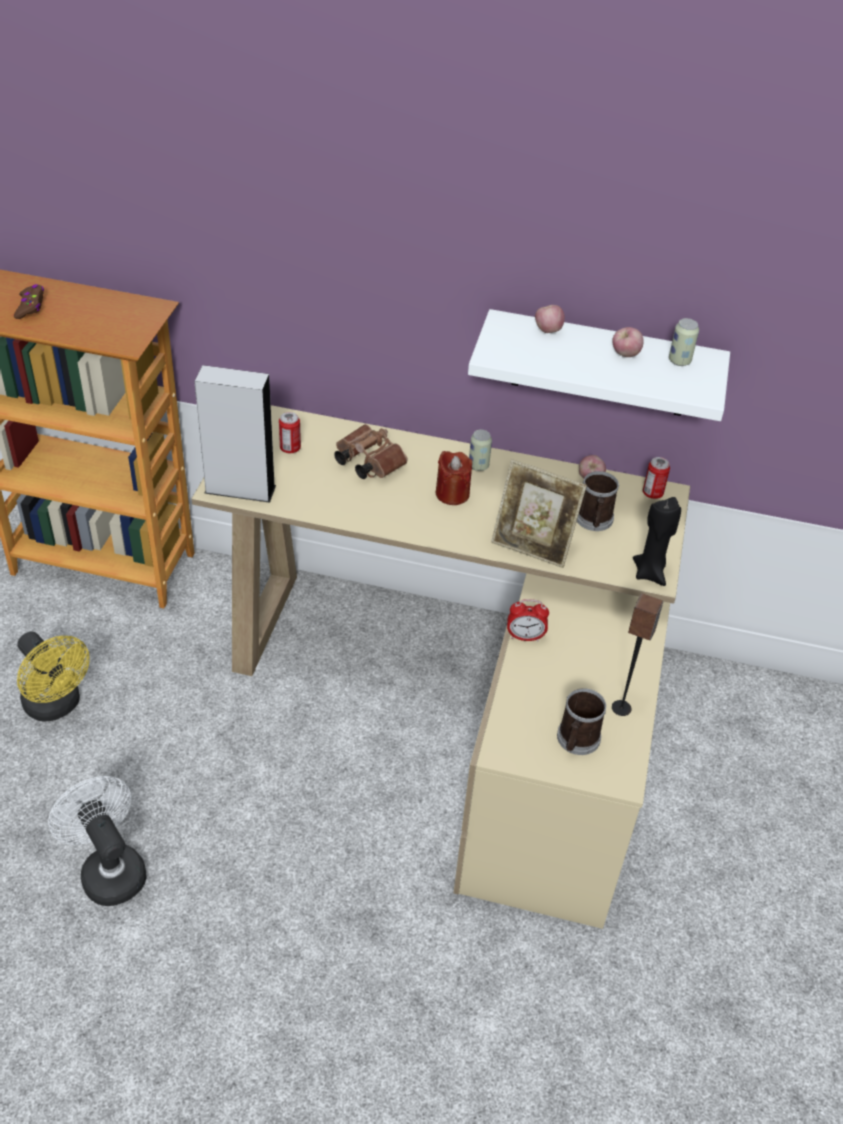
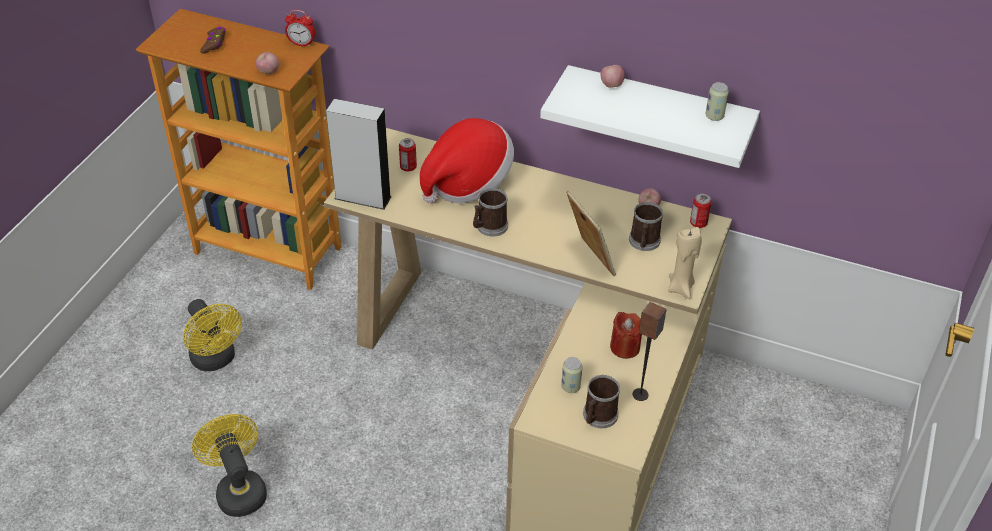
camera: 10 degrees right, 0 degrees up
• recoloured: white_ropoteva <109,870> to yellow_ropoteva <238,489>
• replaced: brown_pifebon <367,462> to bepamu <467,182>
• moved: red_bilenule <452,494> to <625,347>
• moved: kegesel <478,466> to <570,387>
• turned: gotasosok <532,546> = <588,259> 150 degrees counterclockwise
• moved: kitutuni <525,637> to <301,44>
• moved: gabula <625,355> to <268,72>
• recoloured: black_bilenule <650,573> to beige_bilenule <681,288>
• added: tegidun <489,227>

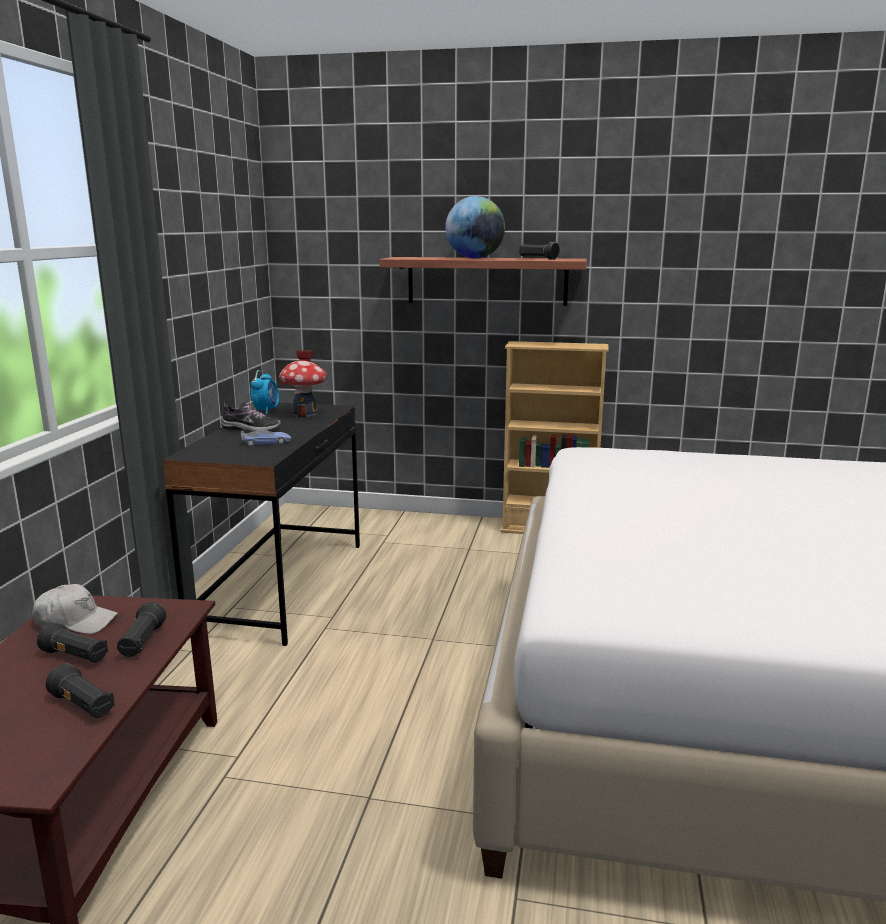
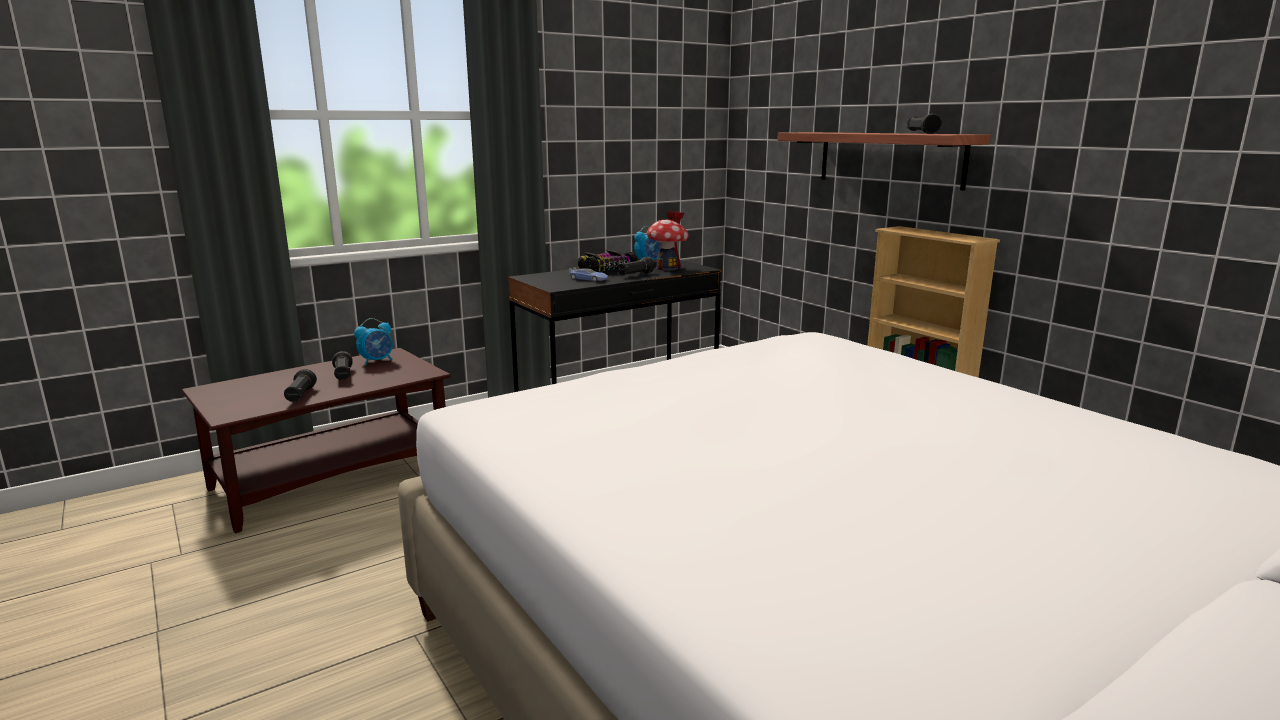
camera: 45 degrees right, 0 degrees up
• replaced: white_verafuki <75,621> to kitutuni <377,361>
• moved: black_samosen <142,642> to <635,275>
• replaced: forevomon <251,429> to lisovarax <605,270>
• removed: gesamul <474,258>

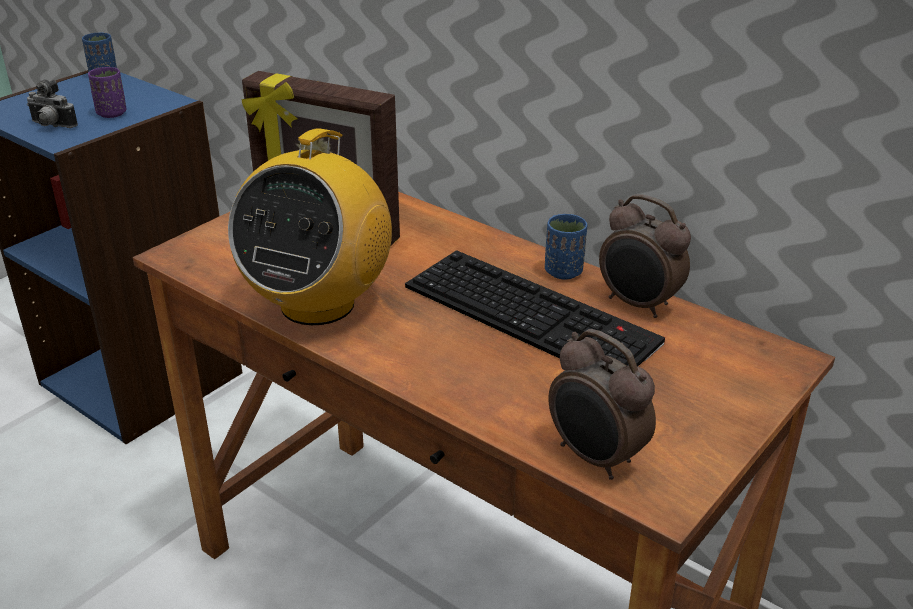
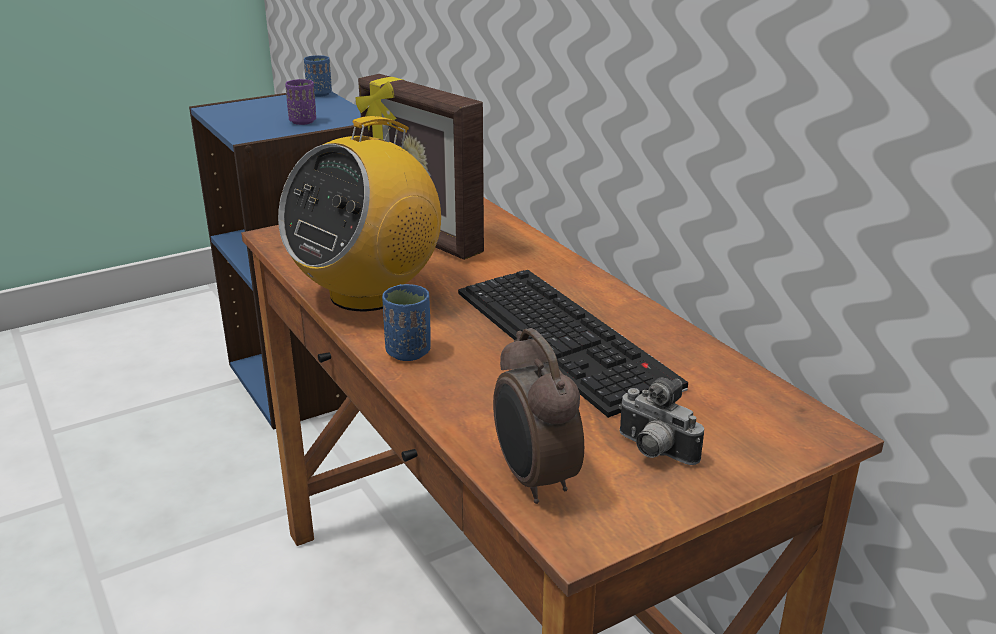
camera: 20 degrees right, 5 degrees down
• moved: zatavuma <51,126> to <653,452>
• moved: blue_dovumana <563,272> to <408,352>
• removed: kitutuni <638,305>

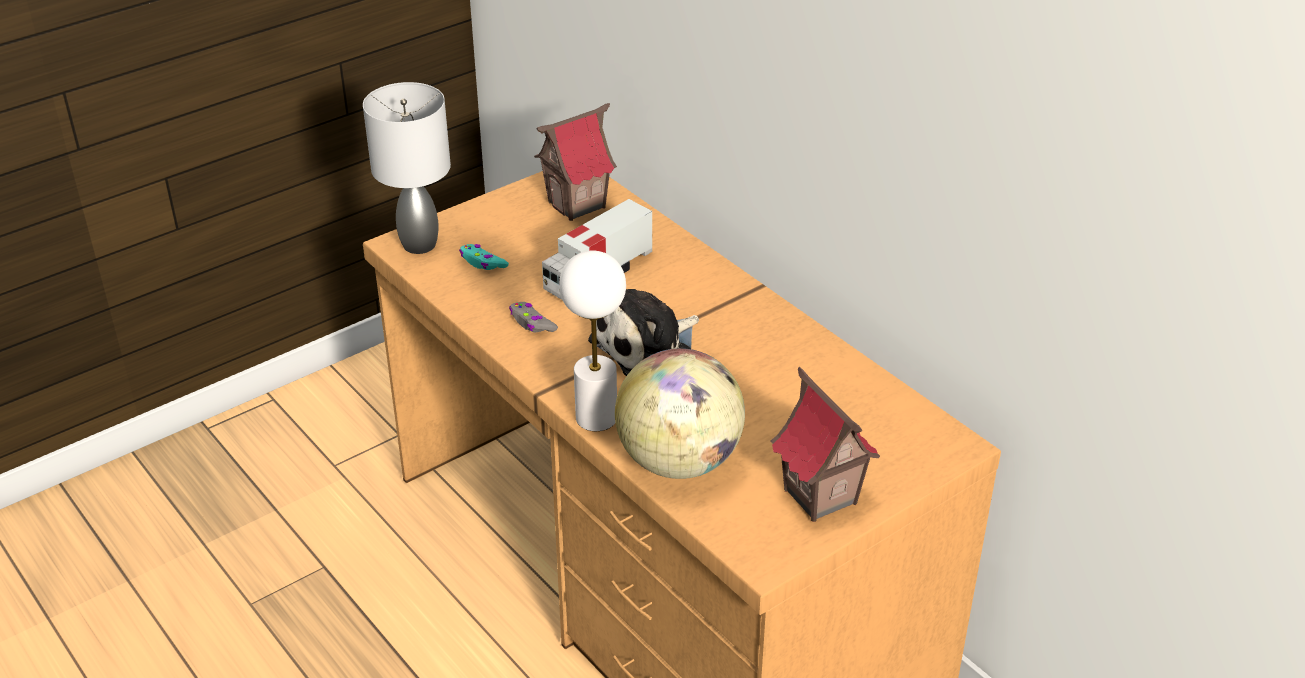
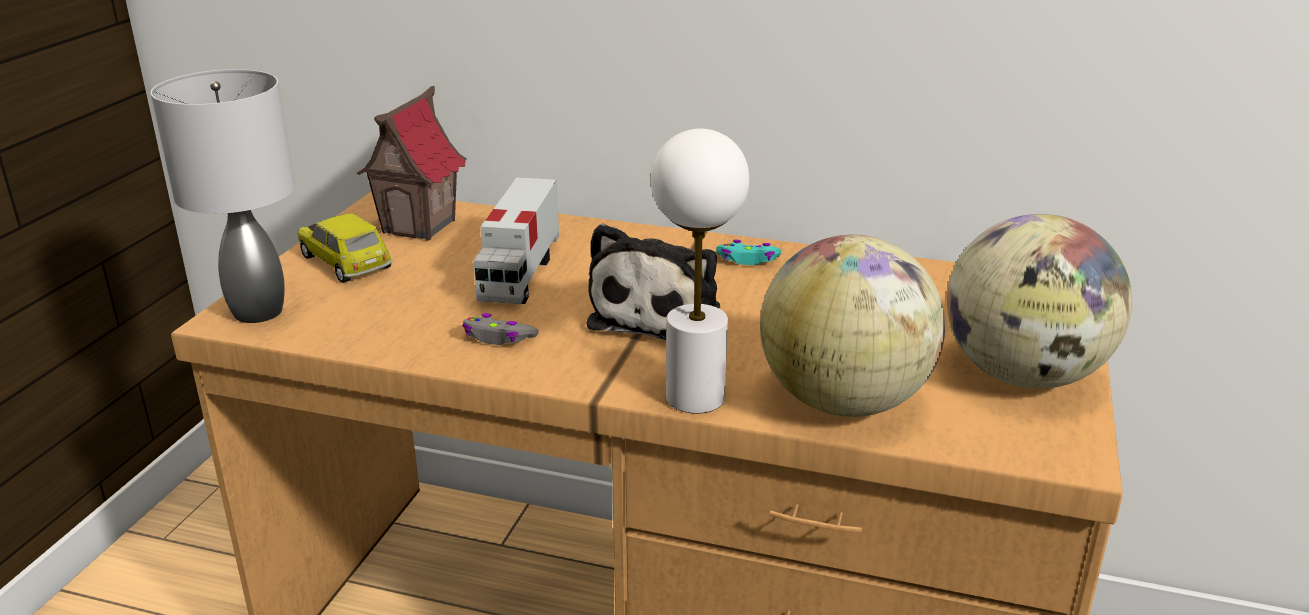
camera: 35 degrees left, 10 degrees down
• moved: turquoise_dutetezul <482,263> to <748,260>
• replaced: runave <819,497> to gesamul <1023,376>
• added: lisovarax <347,262>

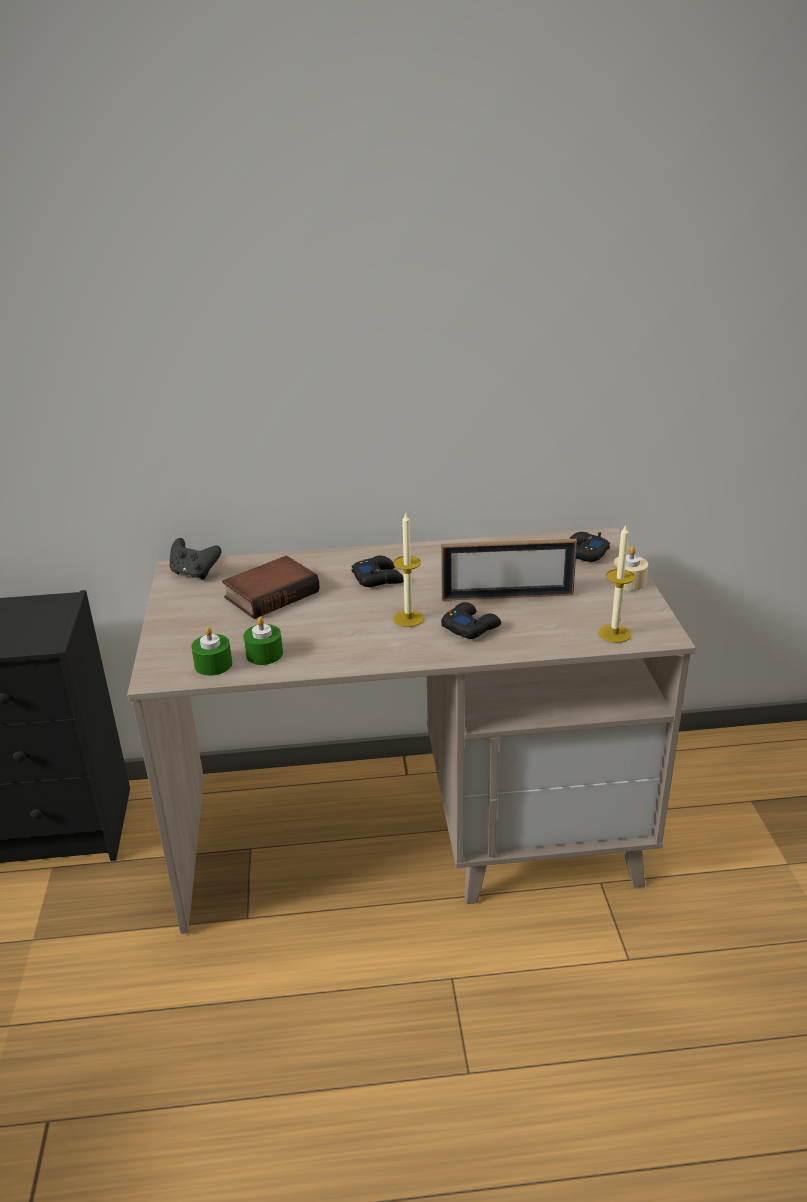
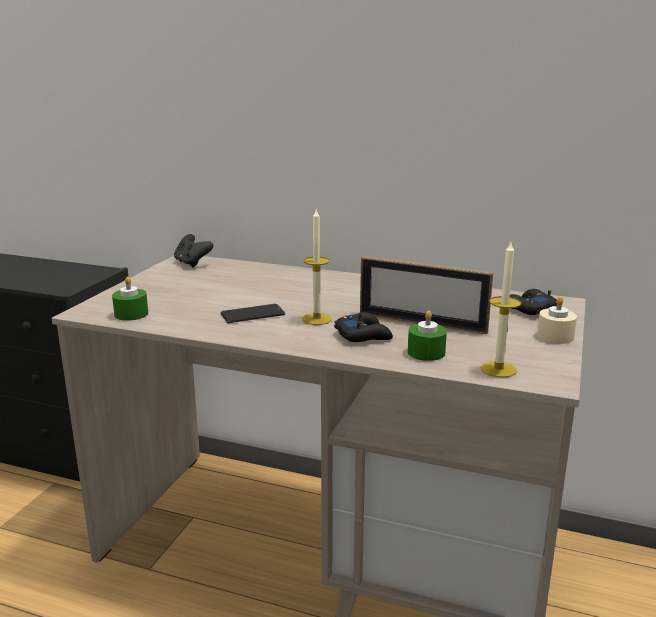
camera: 25 degrees right, 10 degrees down
• removed: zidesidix <271,593>
• moved: green_bilenule <264,654> to <426,352>
• removed: black_dutetezul <378,578>
• added: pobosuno <252,314>

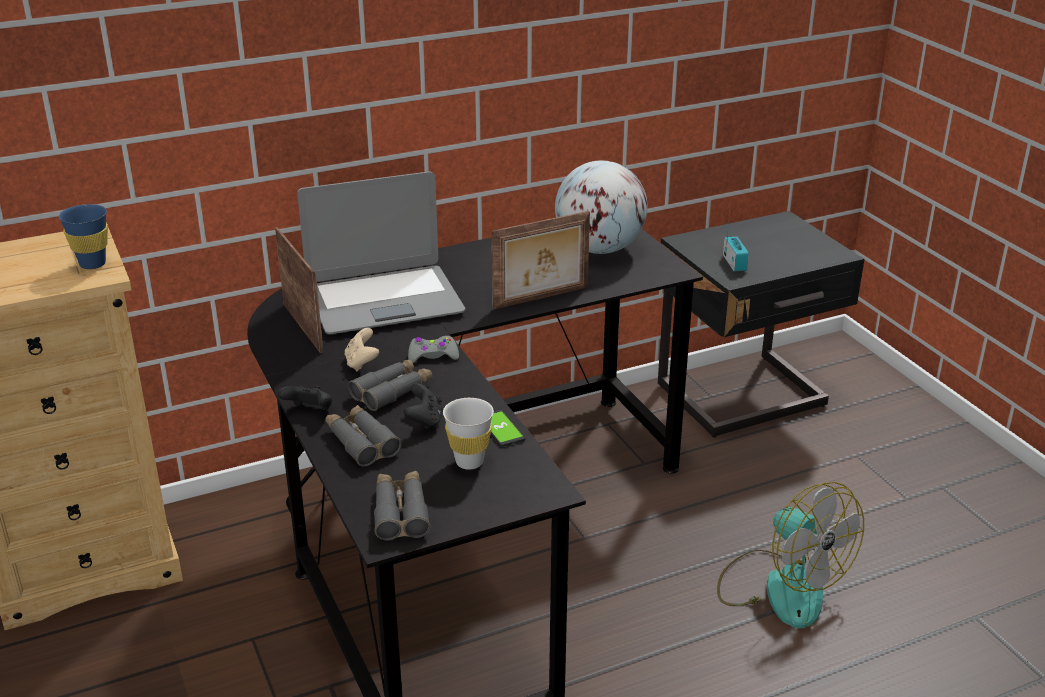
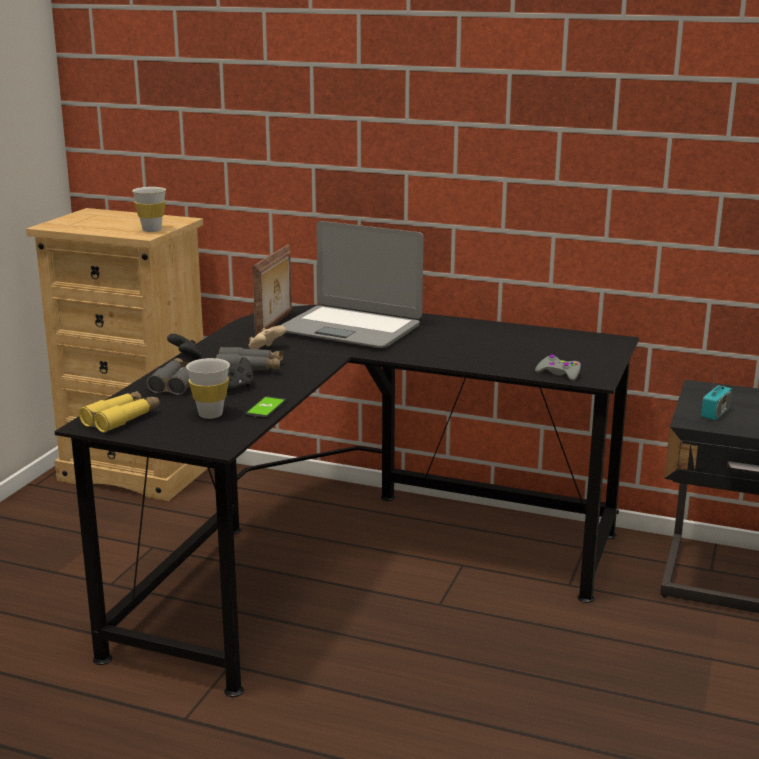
camera: 45 degrees right, 10 degrees down
• recoloured: blue_dovumana <92,264> to white_dovumana <152,230>
• recoloured: grey_pifebon <400,512> to yellow_pifebon <121,418>
• moved: grey_dutetezul <432,355> to <559,374>
• removed: gotasosok <541,298>
• removed: gesamul <599,249>
• removed: ropoteva <781,587>

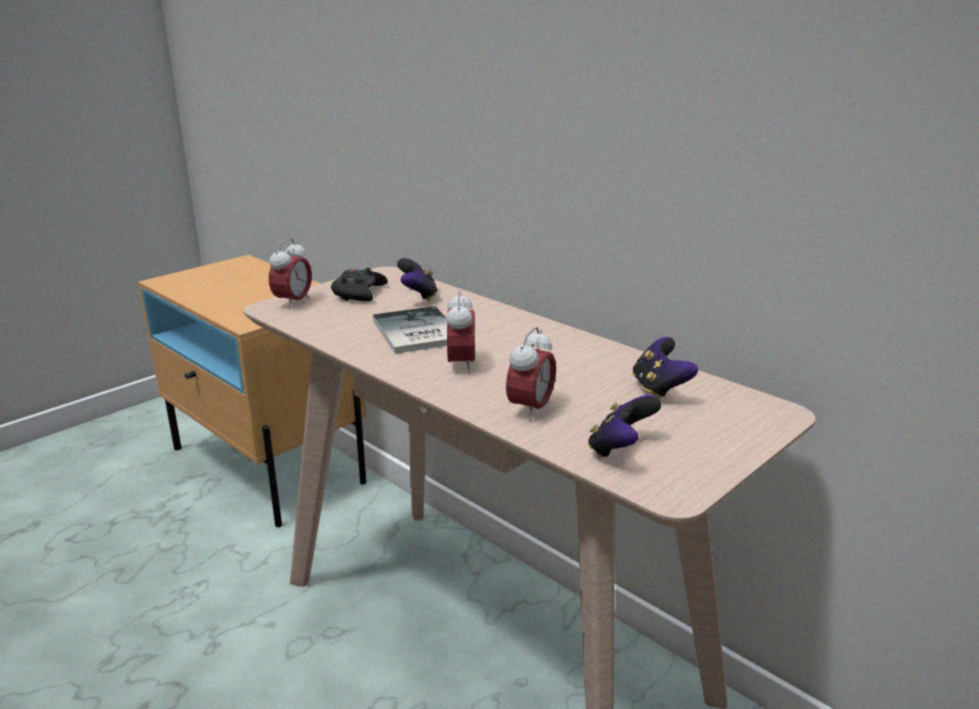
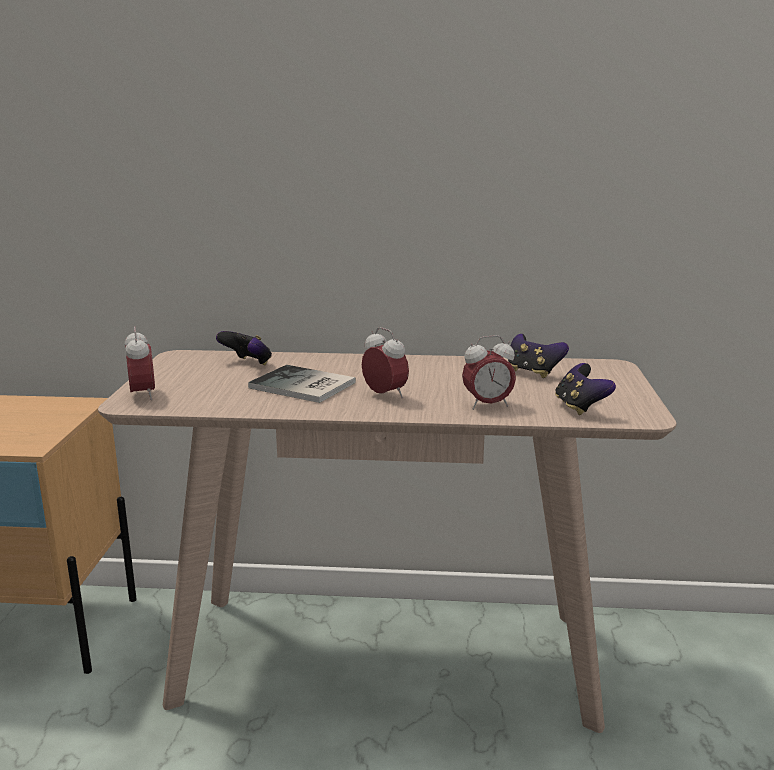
camera: 40 degrees left, 5 degrees down
• removed: black_dutetezul <359,293>
• turned: kitutuni <530,410> = <487,405> 90 degrees clockwise

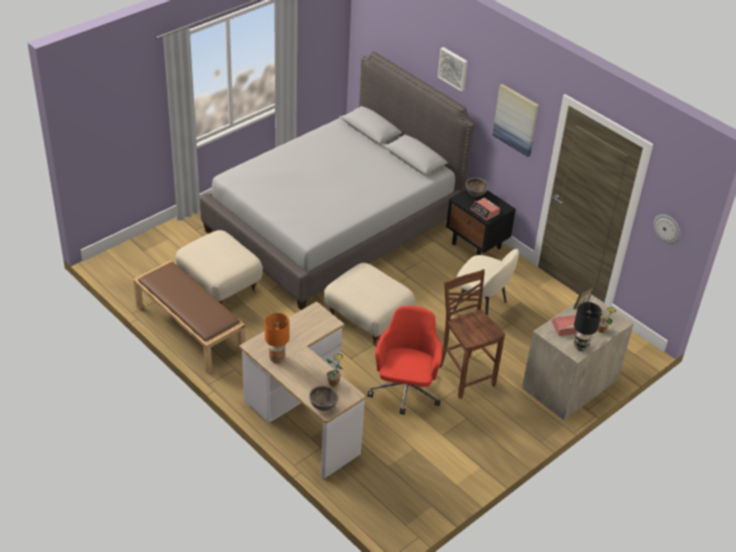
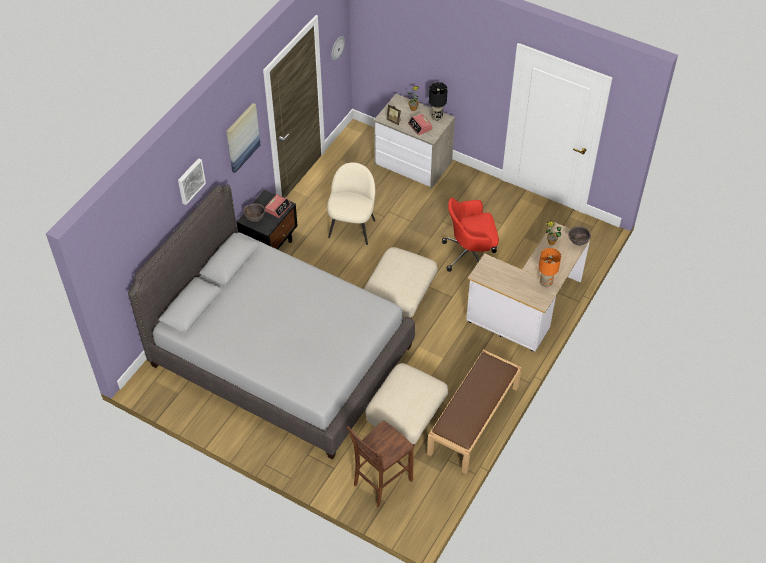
camera: 105 degrees left, 10 degrees up
• moved: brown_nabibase <465,375> to <381,482>

